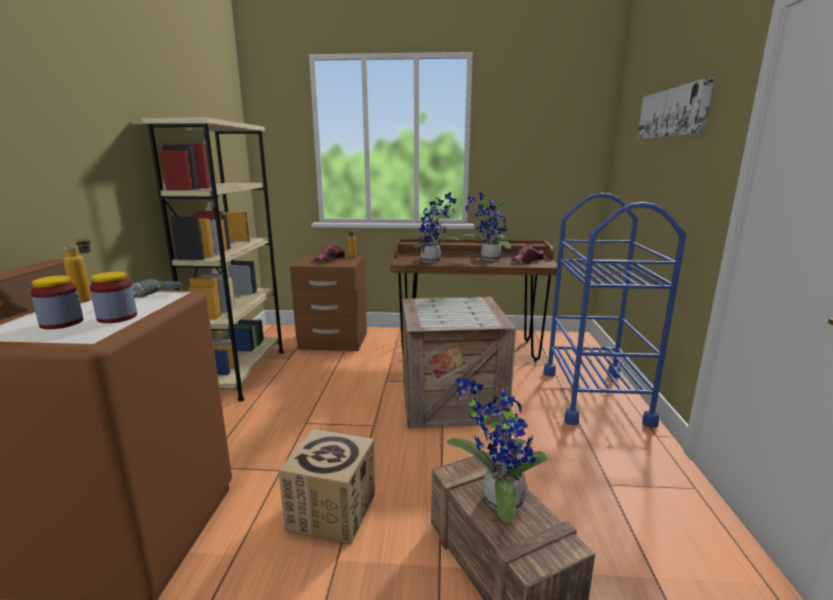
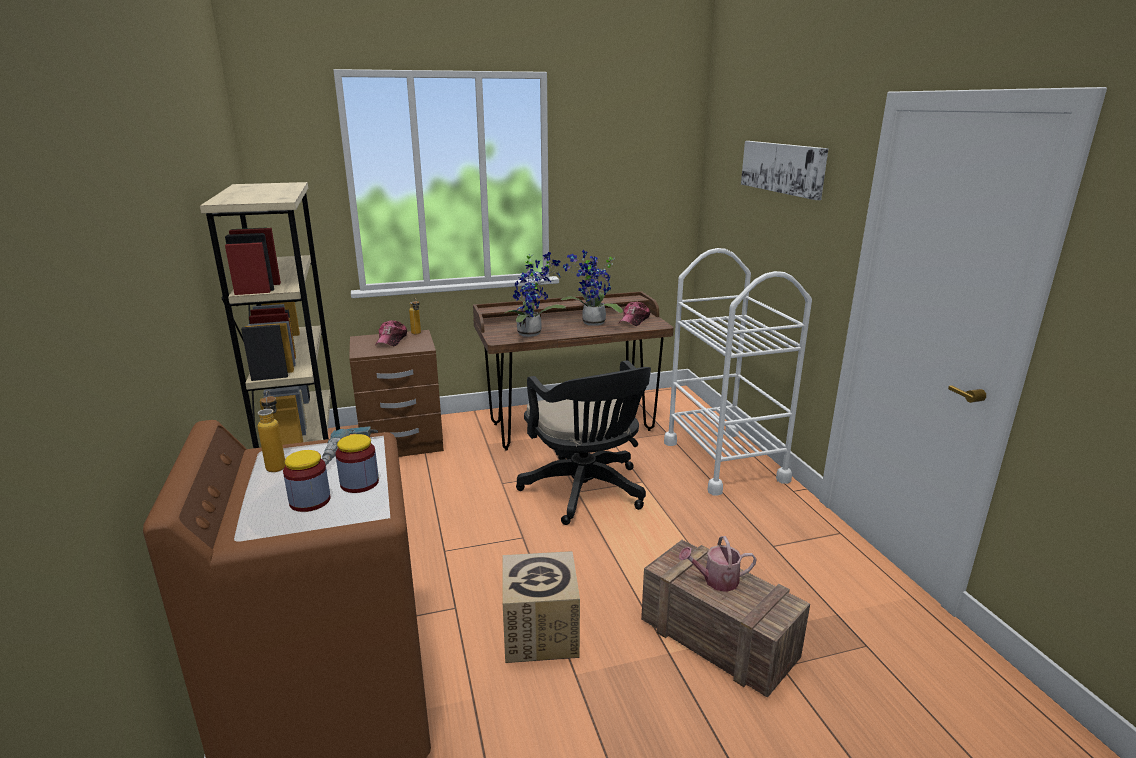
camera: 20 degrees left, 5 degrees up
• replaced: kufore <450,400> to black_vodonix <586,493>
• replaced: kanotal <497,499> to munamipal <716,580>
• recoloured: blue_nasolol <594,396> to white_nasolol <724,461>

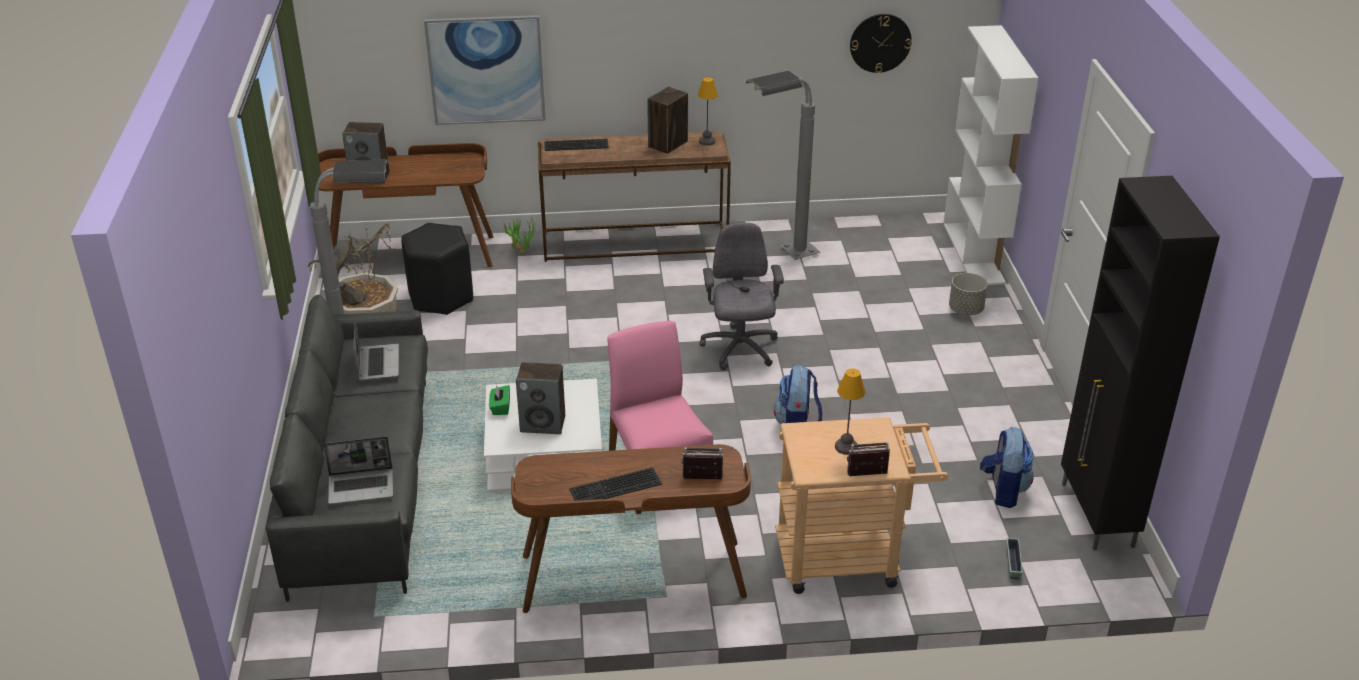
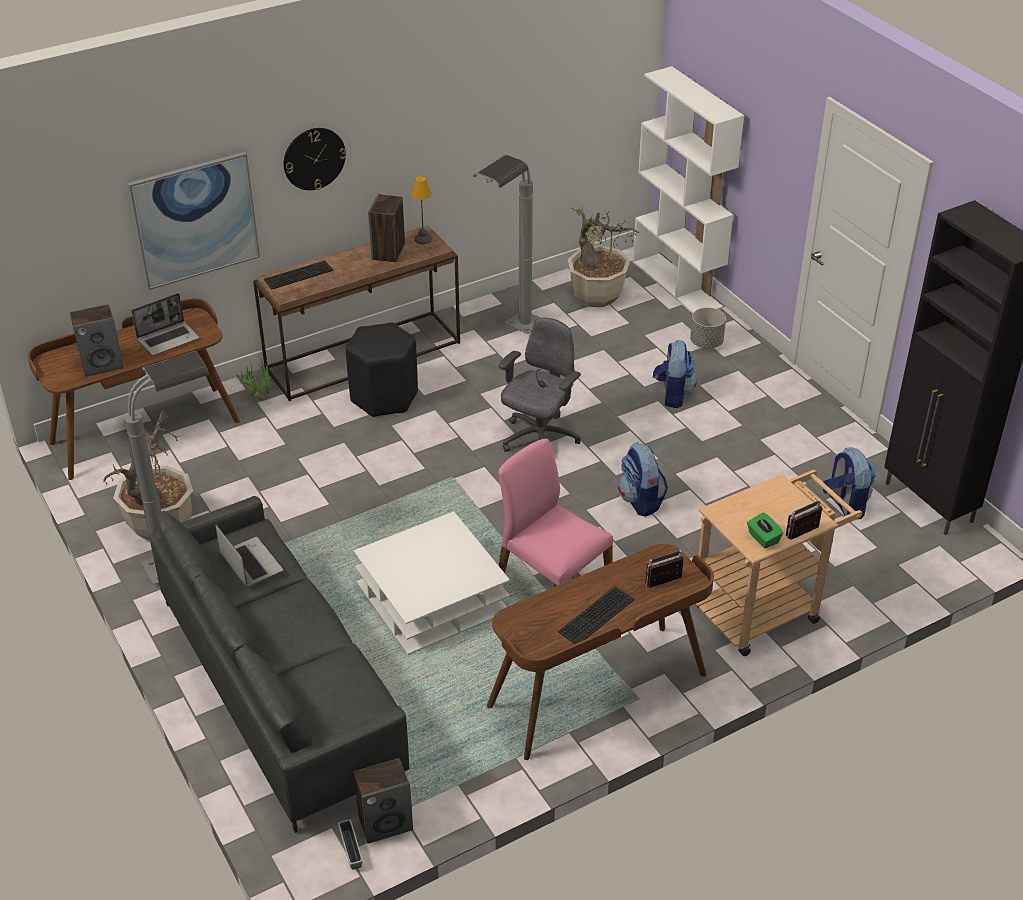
camera: 25 degrees left, 5 degrees up
• moved: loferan <362,487> to <168,339>
• moved: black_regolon <440,298> to <383,398>
• moved: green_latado <500,407> to <763,538>
• moved: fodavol <543,424> to <386,823>
• turned: grey_vodonix <740,350> = <539,439> 60 degrees clockwise
• removed: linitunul <846,446>
• moved: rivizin <880,43> to <314,158>
• moved: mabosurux <1012,564> to <351,849>
• added: kanotal <597,296>
• added: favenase <672,395>

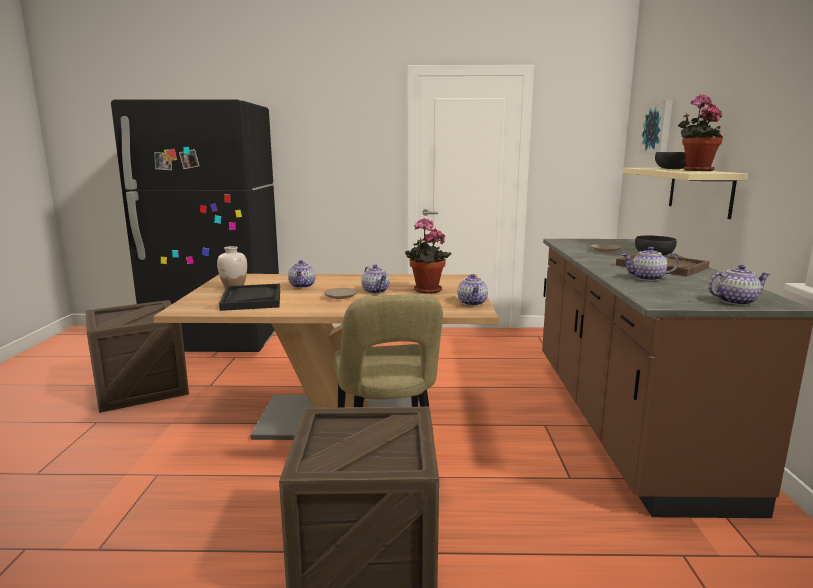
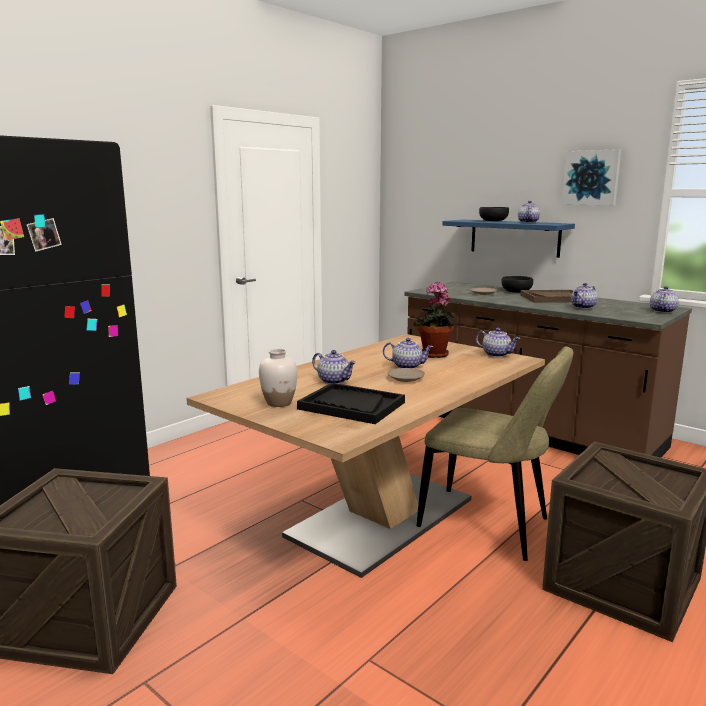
camera: 50 degrees left, 0 degrees up
• recoloured: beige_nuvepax <700,191> to blue_nuvepax <514,237>
• moved: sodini <658,128> to <591,178>
• replaced: kanotal <695,170> to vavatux <527,222>

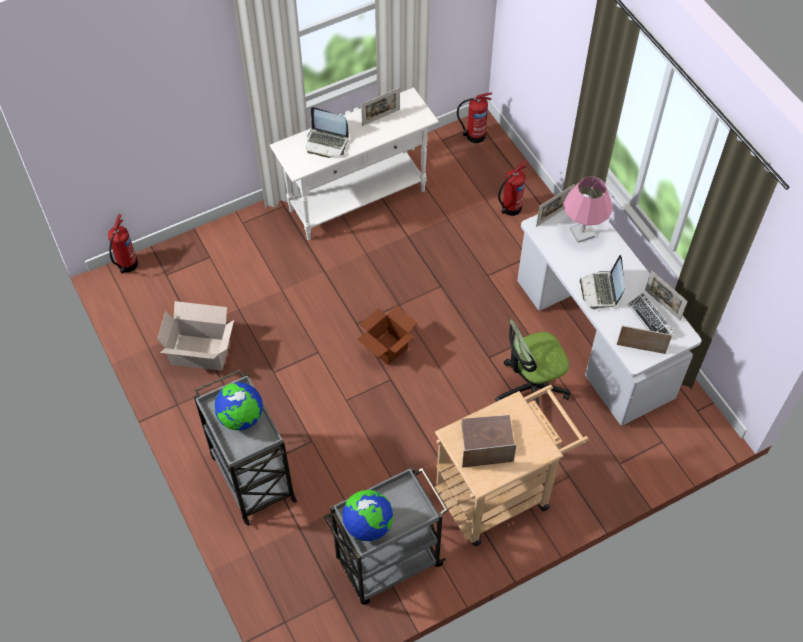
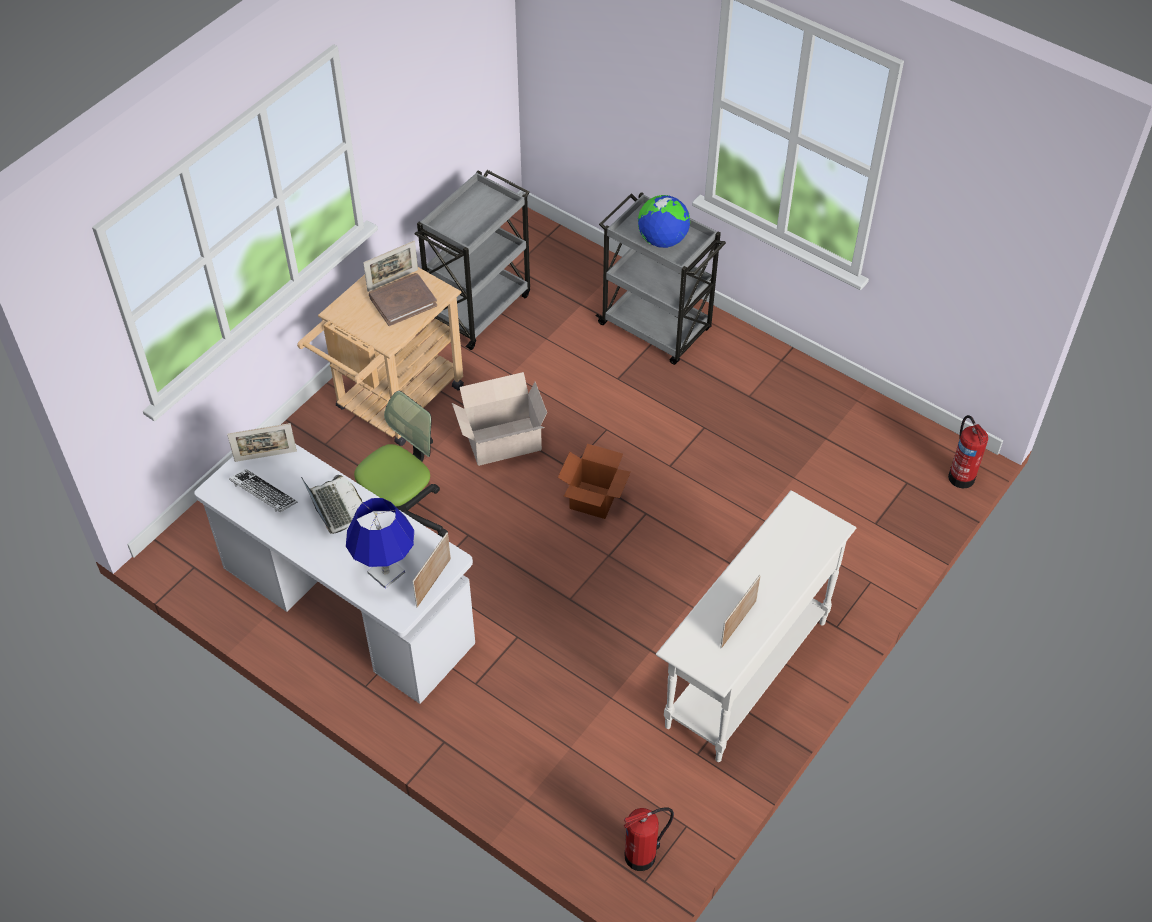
camera: 155 degrees right, 5 degrees down
• moved: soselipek <201,353> to <501,441>
• removed: loferan <327,142>
• removed: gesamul <368,525>
• removed: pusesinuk <510,208>
• recoloured: pink_linitunul <582,233> to blue_linitunul <386,573>
• removed: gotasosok <662,305>

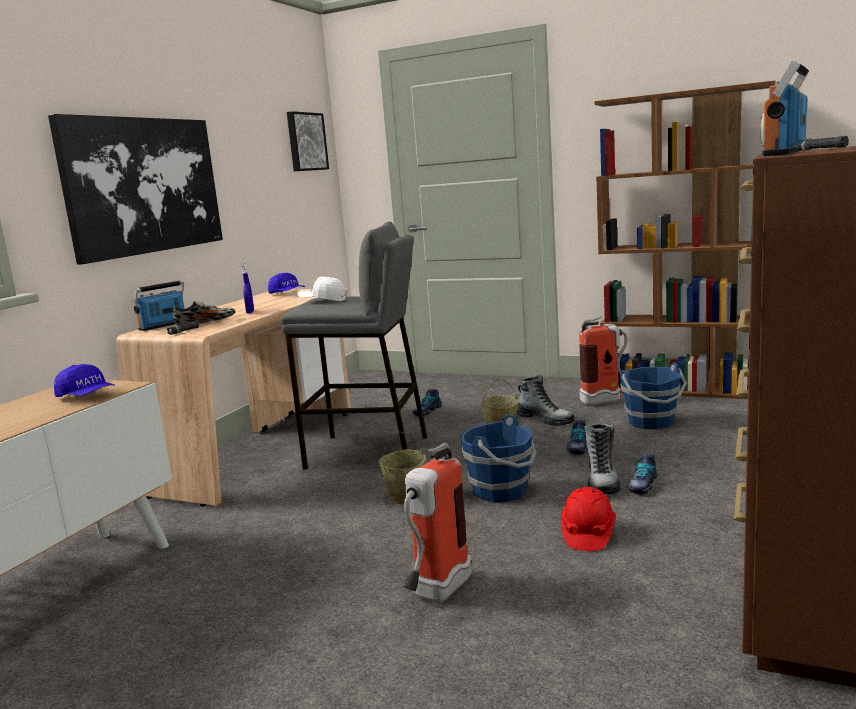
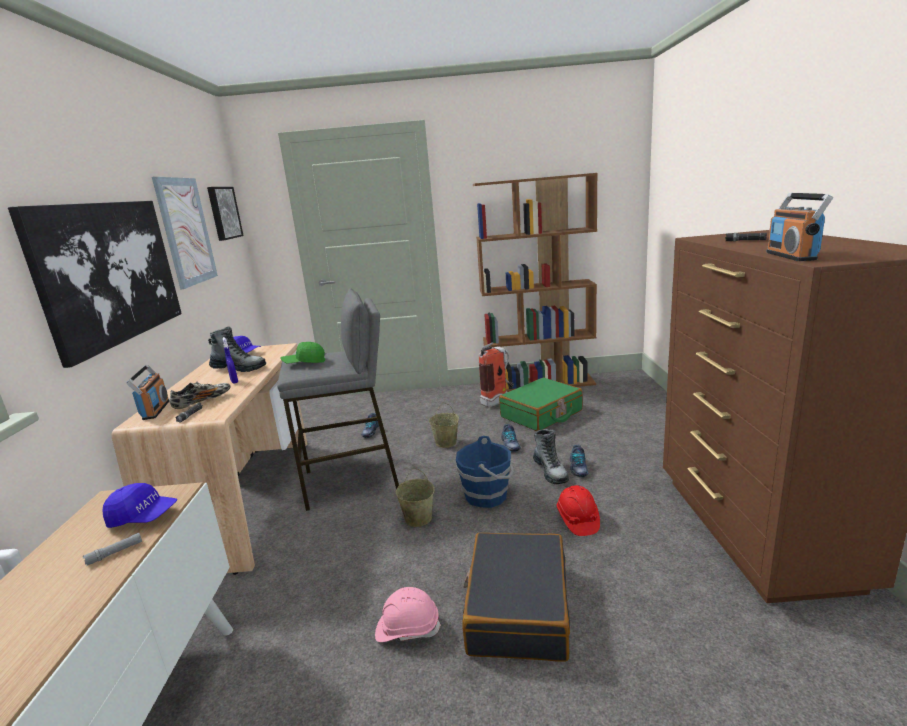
camera: 25 degrees left, 5 degrees up
• turned: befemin <163,326> = <155,410> 150 degrees clockwise
• recoloured: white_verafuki <323,301> to green_verafuki <304,363>
• replaced: pusesinuk <436,594> to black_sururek <517,608>
• moved: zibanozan <544,420> to <239,368>
• replaced: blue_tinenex <651,422> to green_sururek <541,414>
• added: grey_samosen <114,553>
• added: sodini <186,231>
• added: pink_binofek <407,628>

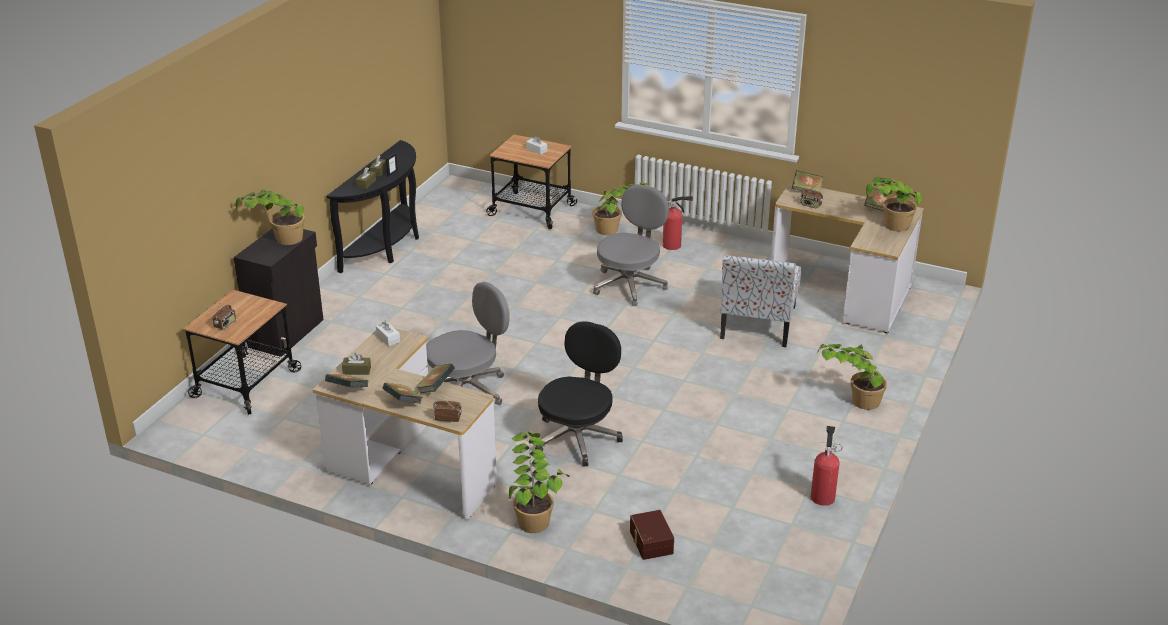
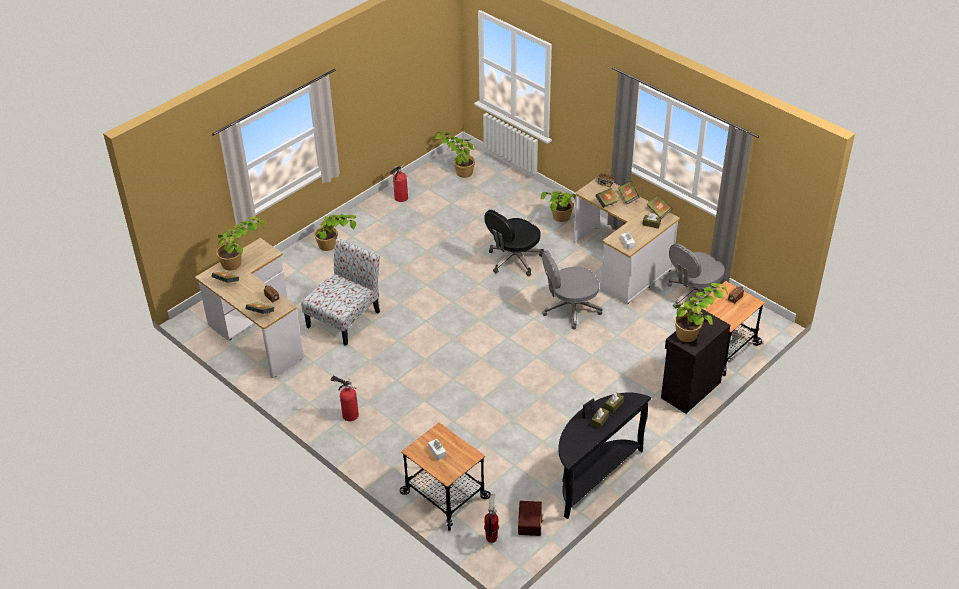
camera: 160 degrees left, 10 degrees up
• moved: kanotal <618,231> to <457,169>
• moved: grey_vodonix <630,284> to <693,295>
• moved: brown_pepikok <650,542> to <530,522>
• added: pusesinuk <491,538>

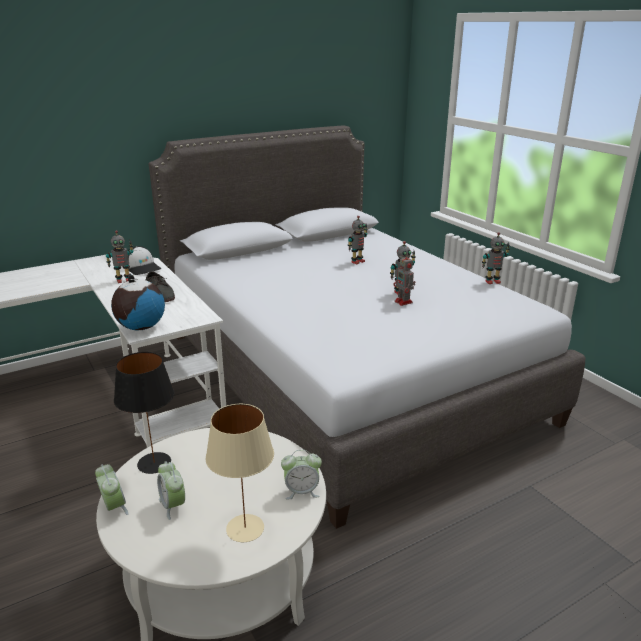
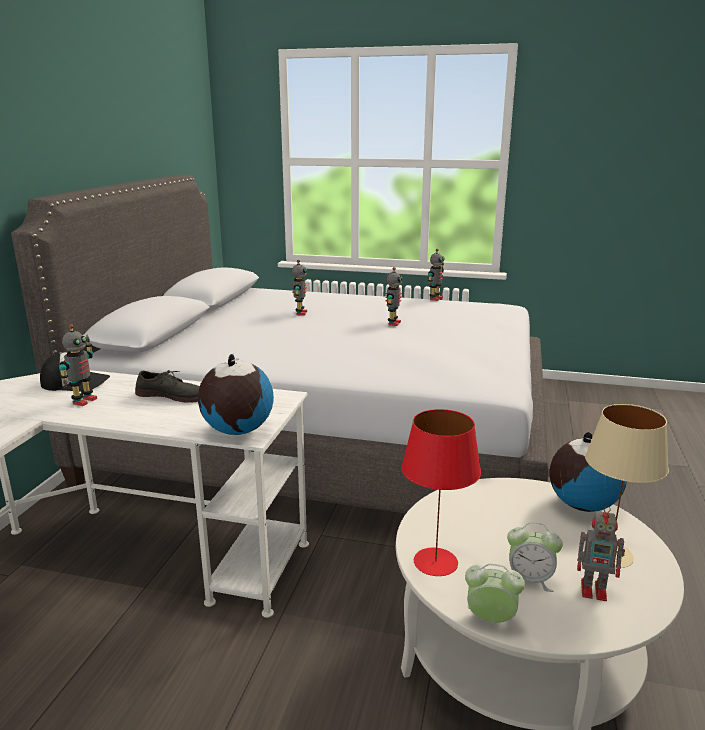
camera: 45 degrees left, 5 degrees down
• recoloured: black_linitunul <155,463> to red_linitunul <436,561>
• replaced: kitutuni <301,491> to gesamul <582,505>
• moved: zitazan <404,302> to <595,590>

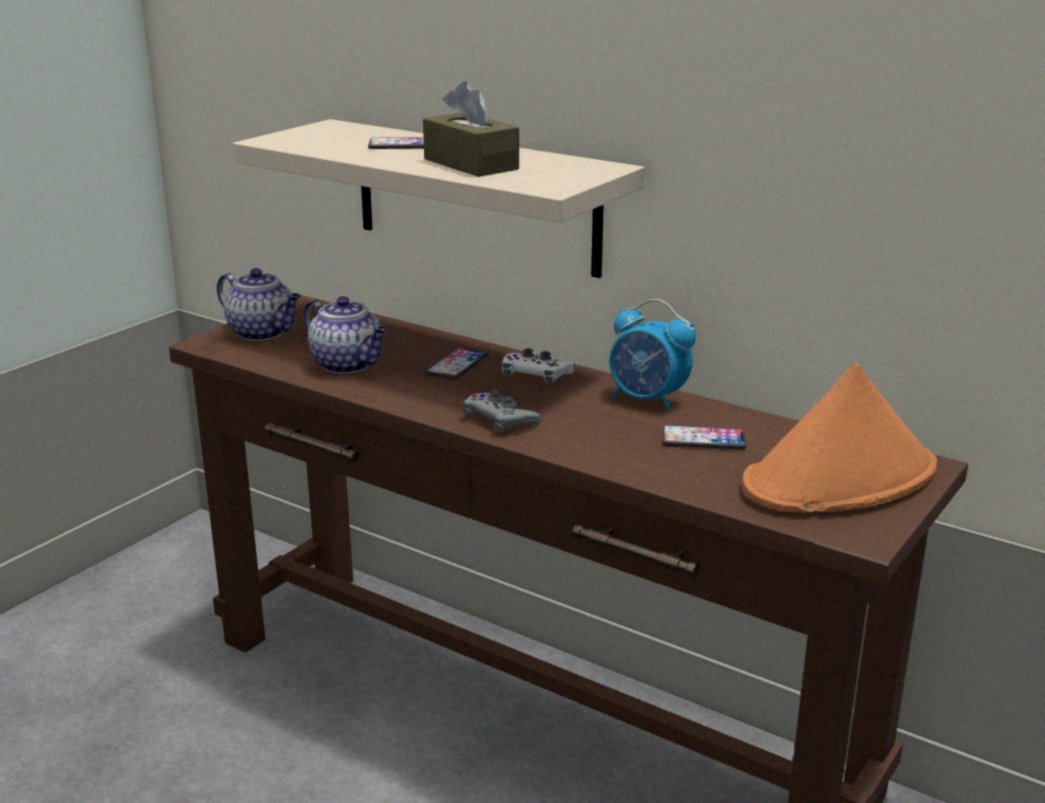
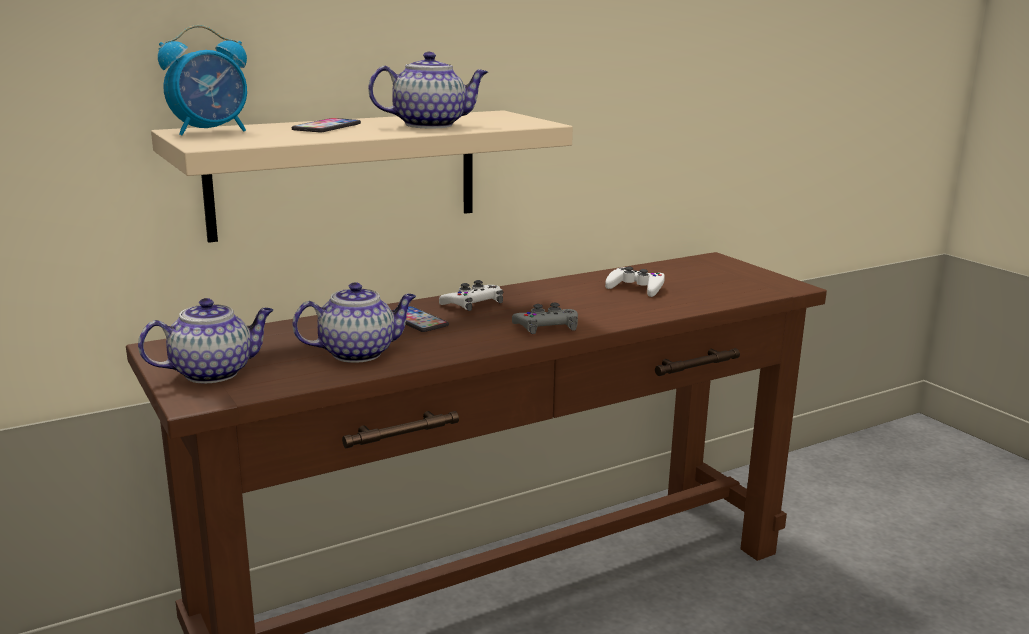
camera: 65 degrees left, 5 degrees down
• replaced: brown_latado <471,164> to vavatux <431,125>
• moved: kitutuni <648,400> to <211,131>
• replaced: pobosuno <703,439> to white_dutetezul <636,288>
• removed: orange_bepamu <840,479>

